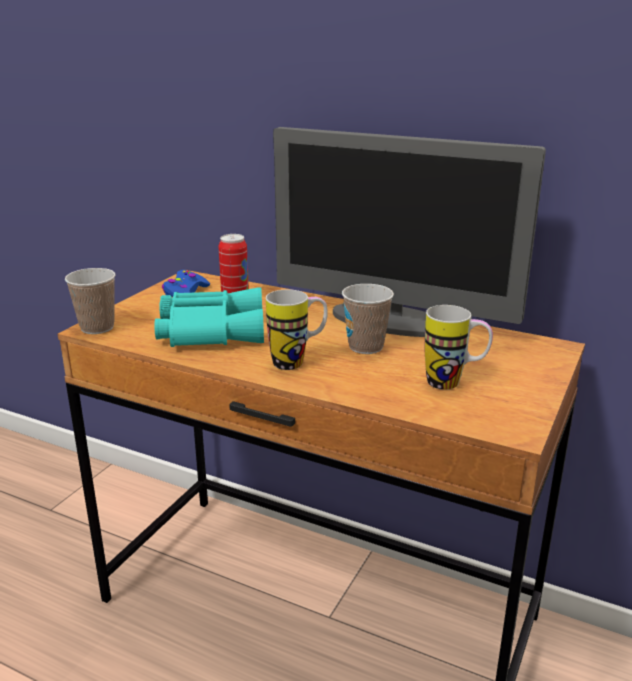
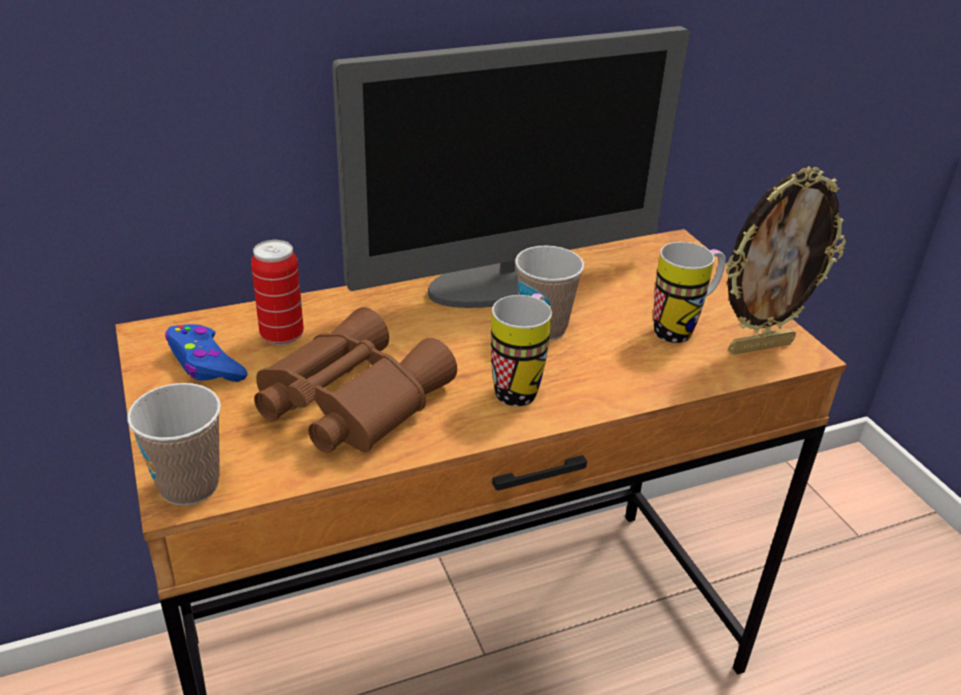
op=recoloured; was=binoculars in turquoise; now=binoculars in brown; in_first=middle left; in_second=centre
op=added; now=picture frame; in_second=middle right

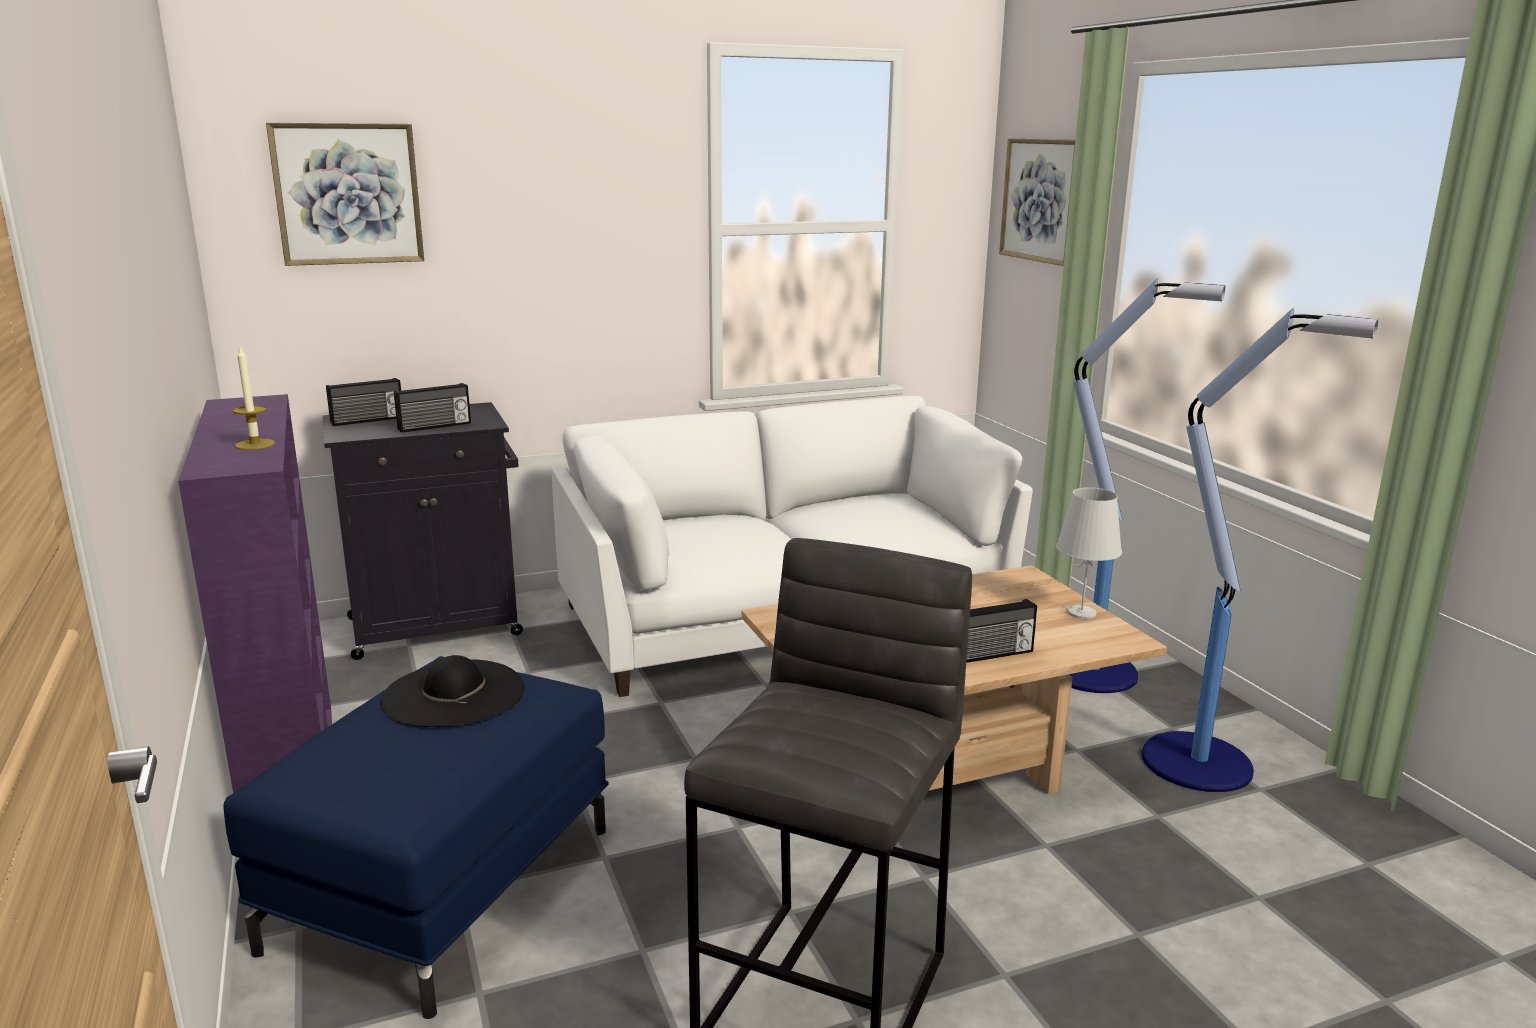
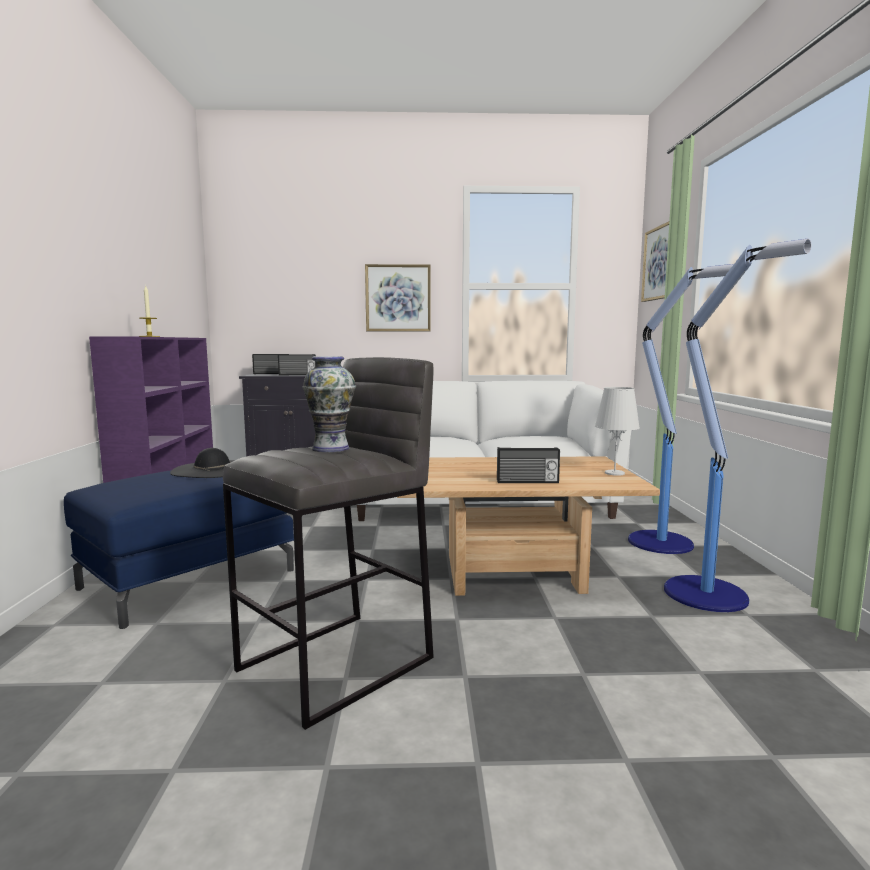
op=moved; was=picture (1st from left); in_first=top left; in_second=centre
op=added; now=vase; in_second=centre

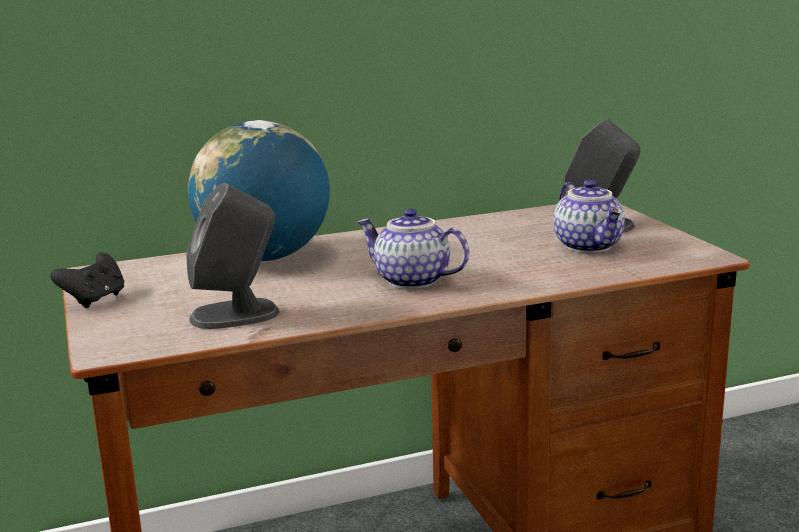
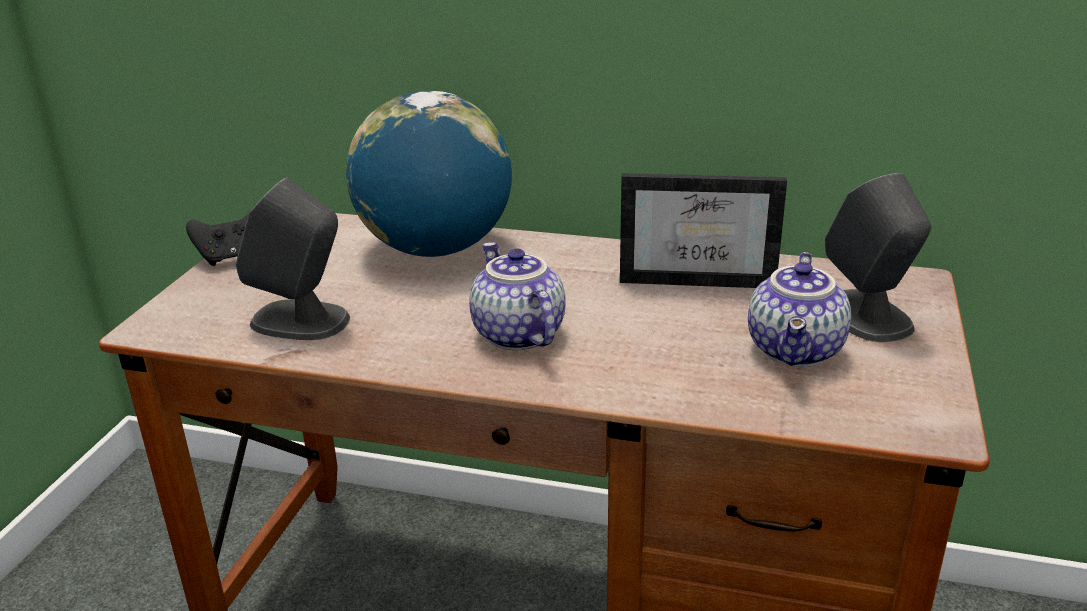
op=added; now=picture frame; in_second=centre

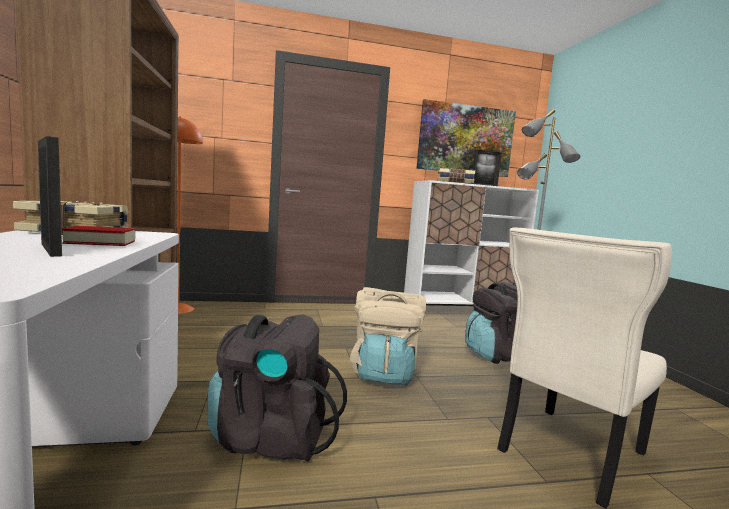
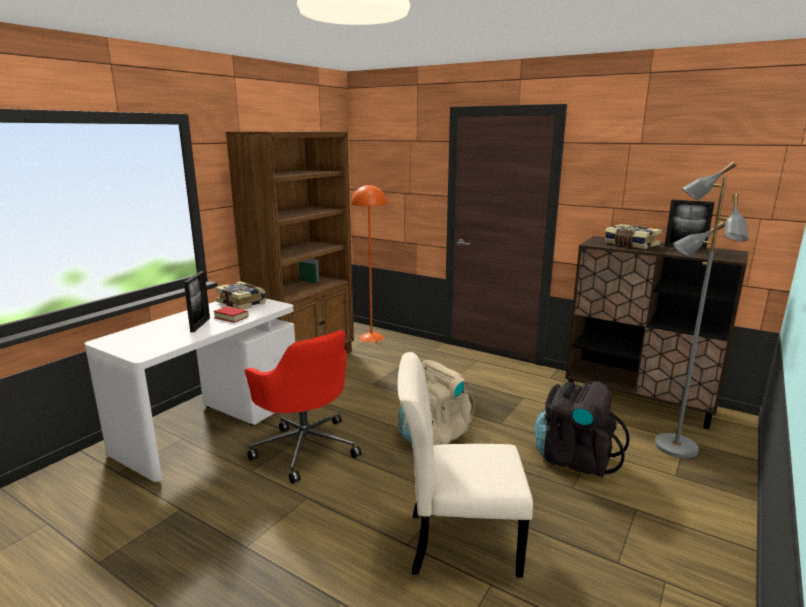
op=removed; was=picture; in_first=top centre
op=recoloured; was=cabinet in white; now=cabinet in brown; in_first=centre; in_second=middle right
op=replaced; was=backpack in black (1st from left); now=office chair in red; in_first=bottom centre; in_second=bottom centre

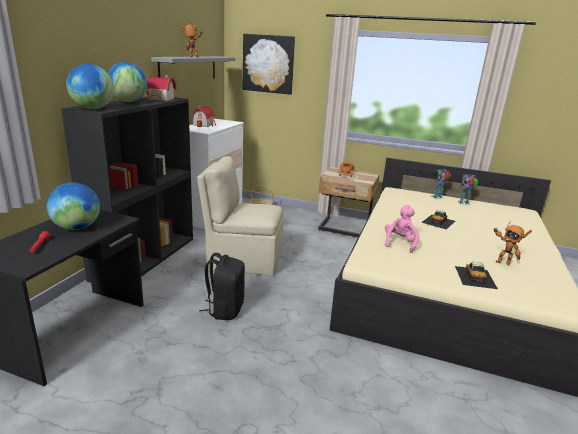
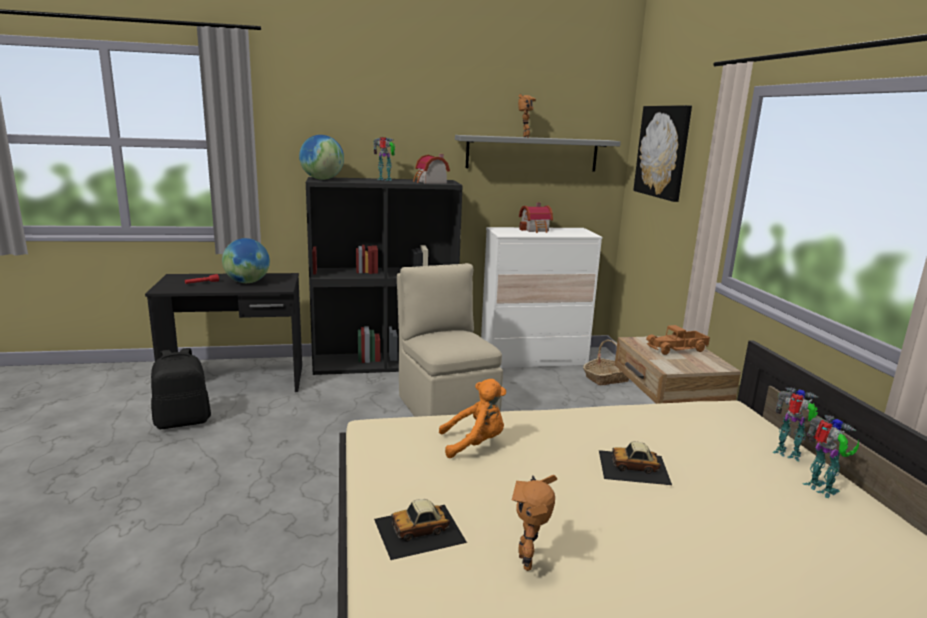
op=replaced; was=globe (3rd from left); now=toy robot (1st from left); in_first=top left; in_second=top centre
op=recoloured; was=plush toy in pink; now=plush toy in orange; in_first=middle right; in_second=bottom centre
op=moved; was=backpack in black; in_first=centre; in_second=middle left

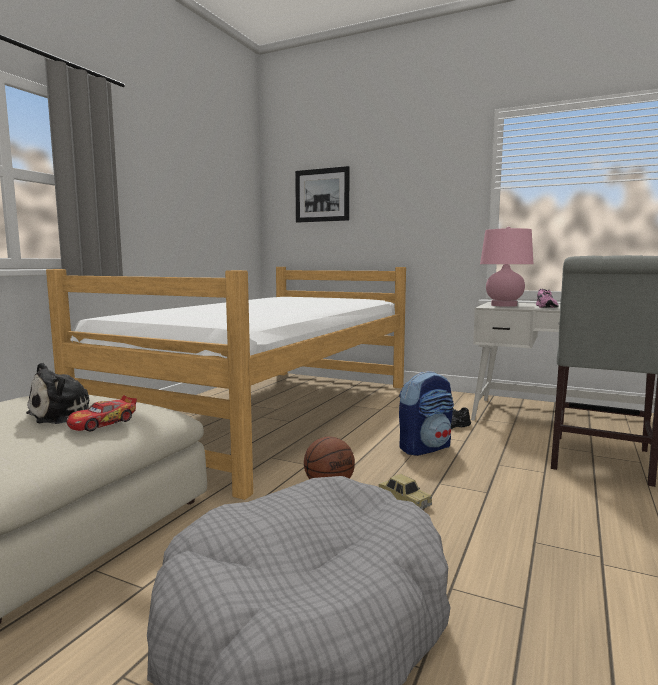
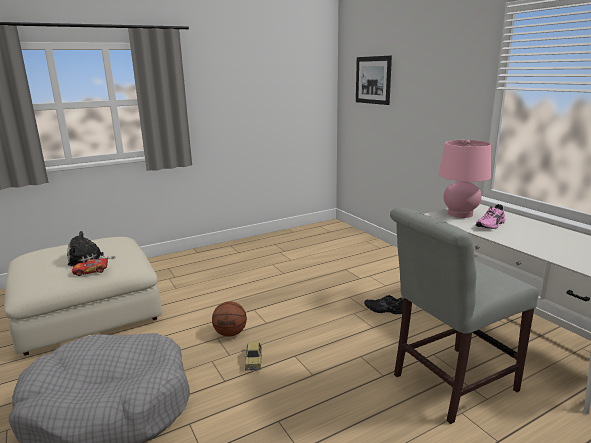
op=removed; was=bed; in_first=centre
op=removed; was=backpack; in_first=centre

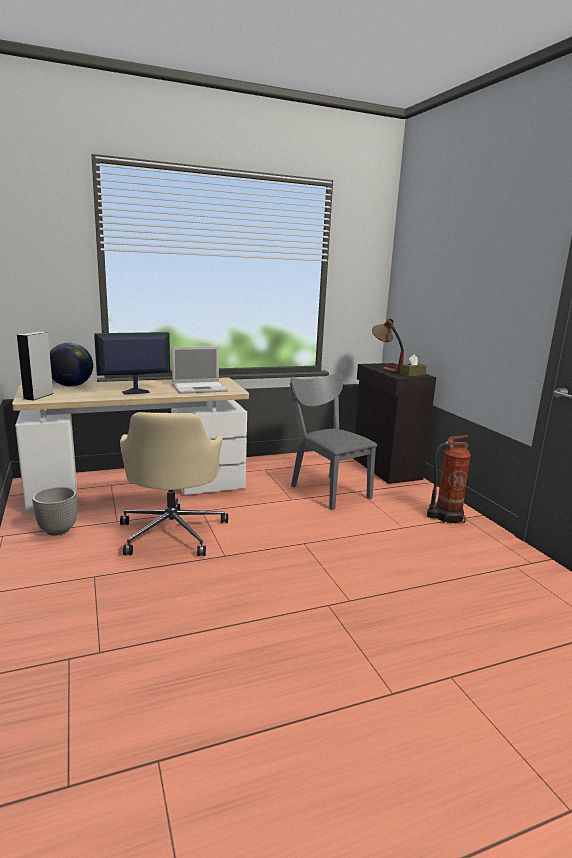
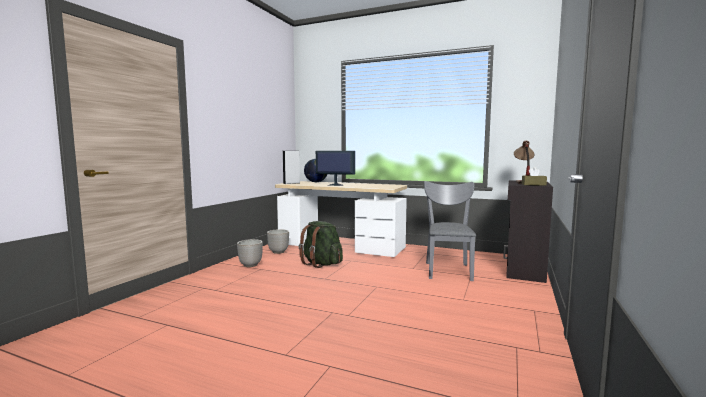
op=removed; was=laptop; in_first=centre
op=replaced; was=office chair in beige; now=backpack in green; in_first=middle left; in_second=centre
op=removed; was=fire extinguisher; in_first=middle right
op=added; now=planter (1st from left); in_second=centre

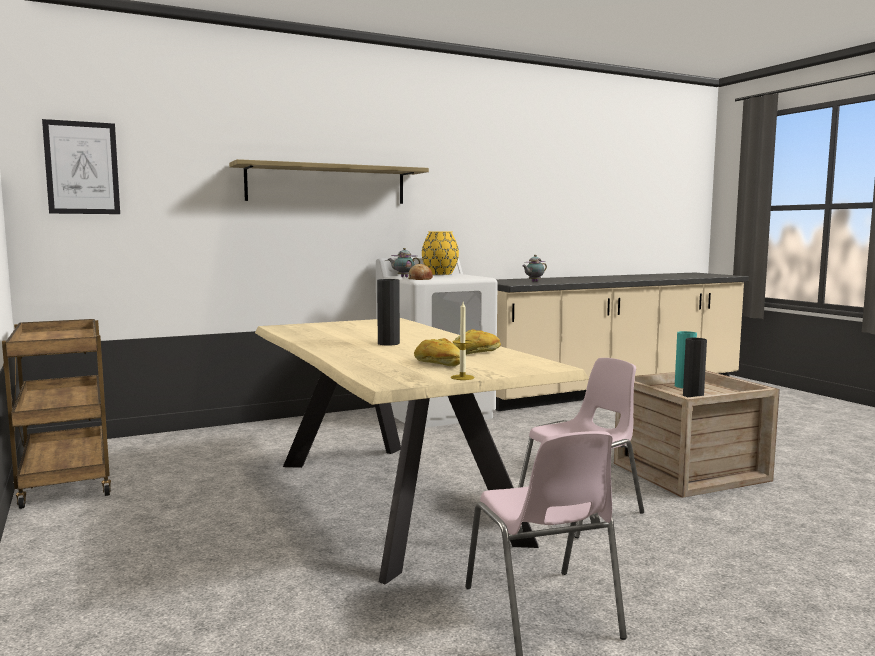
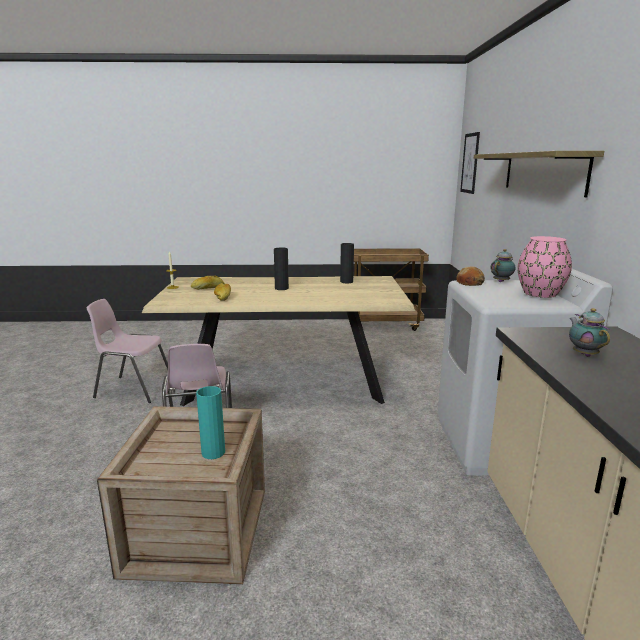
op=recoloured; was=vase in yellow; now=vase in pink; in_first=centre; in_second=middle right
op=moved; was=vase in black (2nd from left); in_first=middle right; in_second=centre

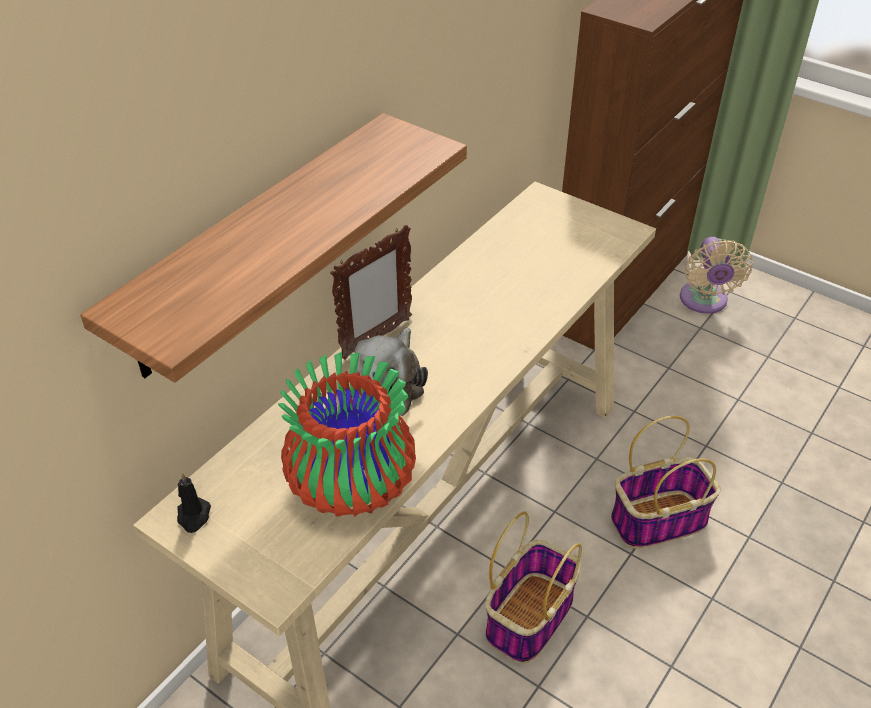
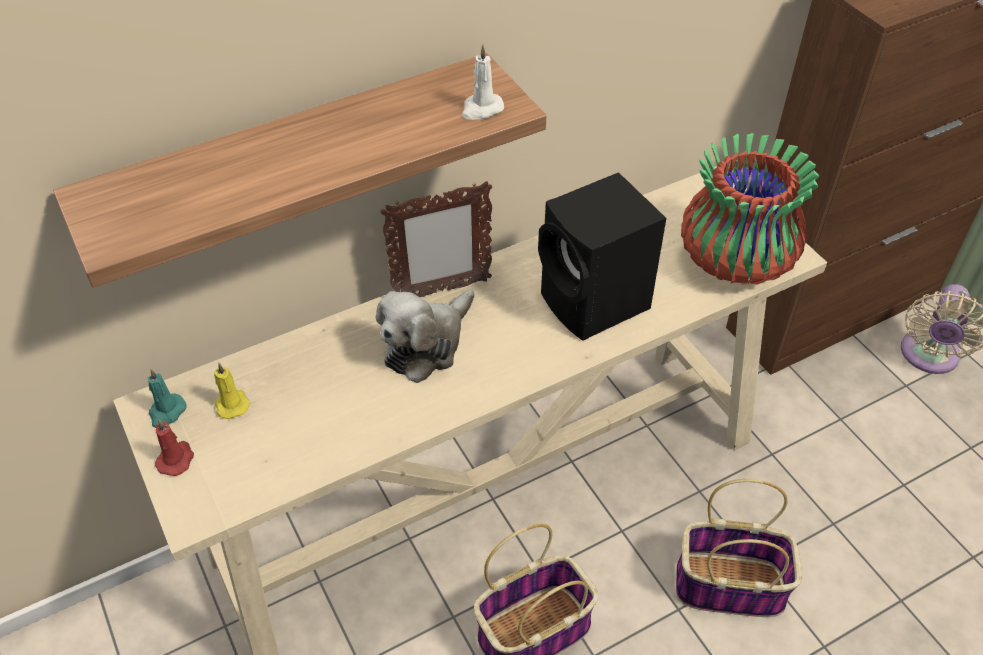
op=moved; was=vase; in_first=centre; in_second=top right
op=recoloured; was=candle in black; now=candle in turquoise; in_first=bottom left; in_second=middle left
op=added; now=candle in white; in_second=top centre
op=added; now=speaker in black; in_second=centre
op=added; now=candle in yellow; in_second=middle left
op=added; now=candle in red; in_second=bottom left

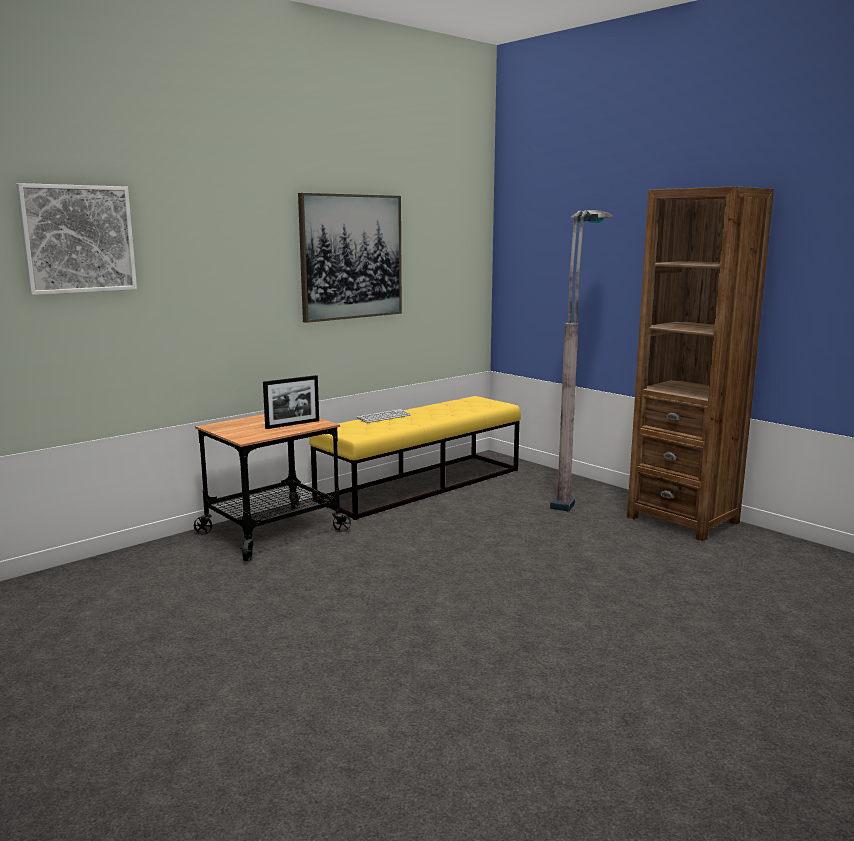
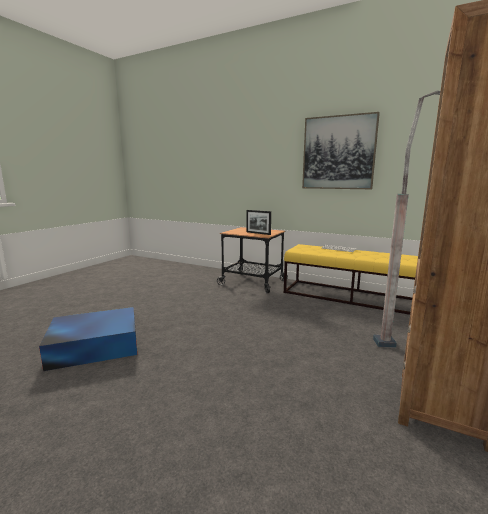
op=removed; was=picture (1st from left); in_first=top left
op=added; now=storage box in blue; in_second=middle left

